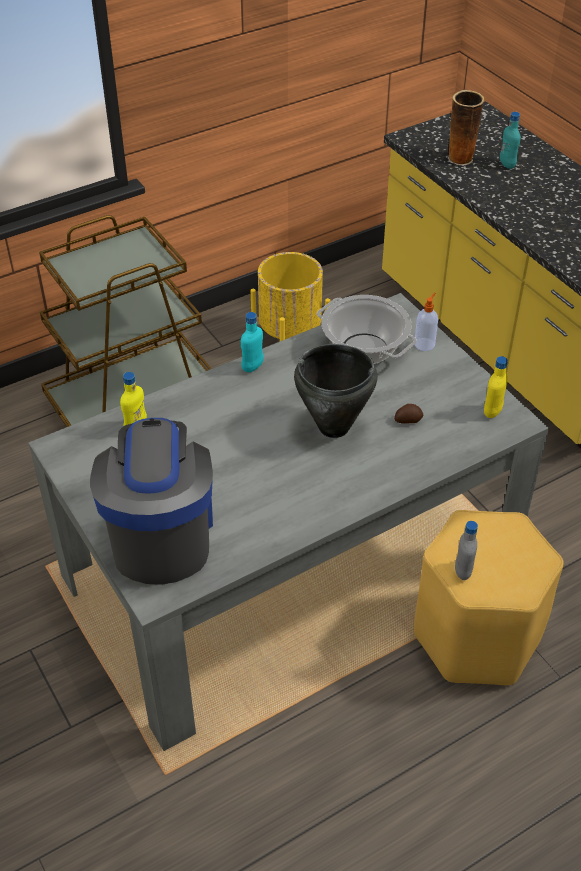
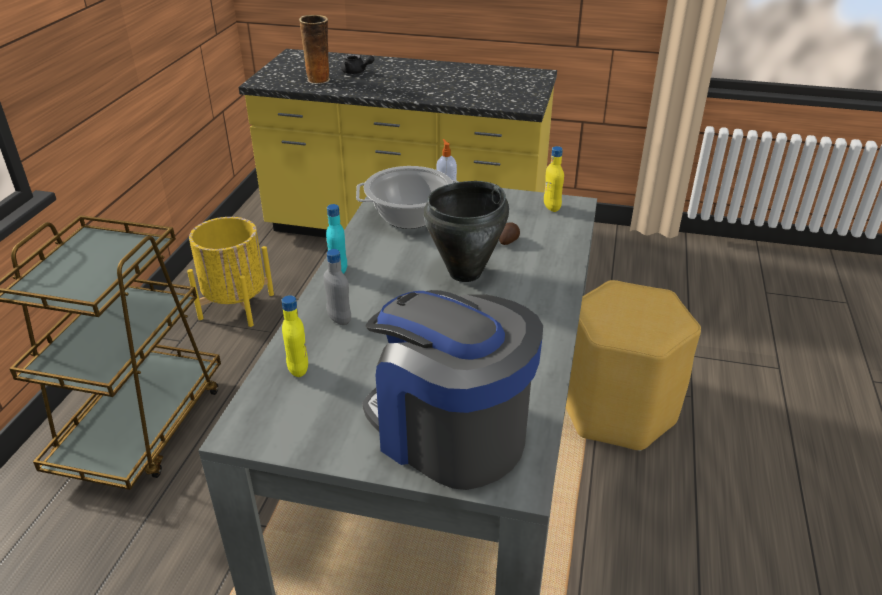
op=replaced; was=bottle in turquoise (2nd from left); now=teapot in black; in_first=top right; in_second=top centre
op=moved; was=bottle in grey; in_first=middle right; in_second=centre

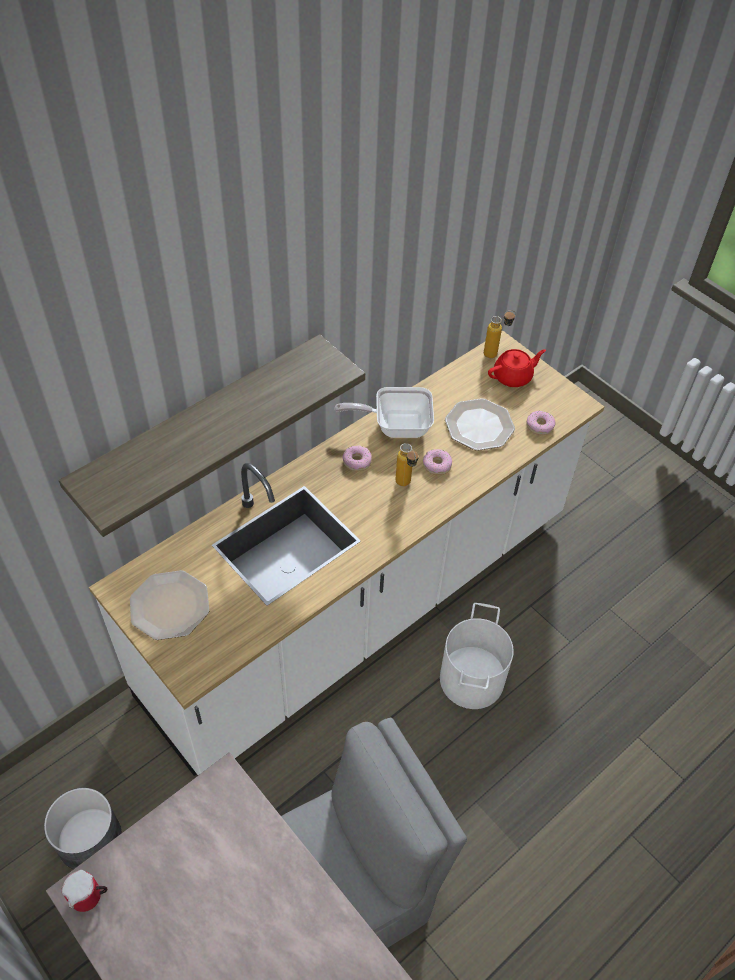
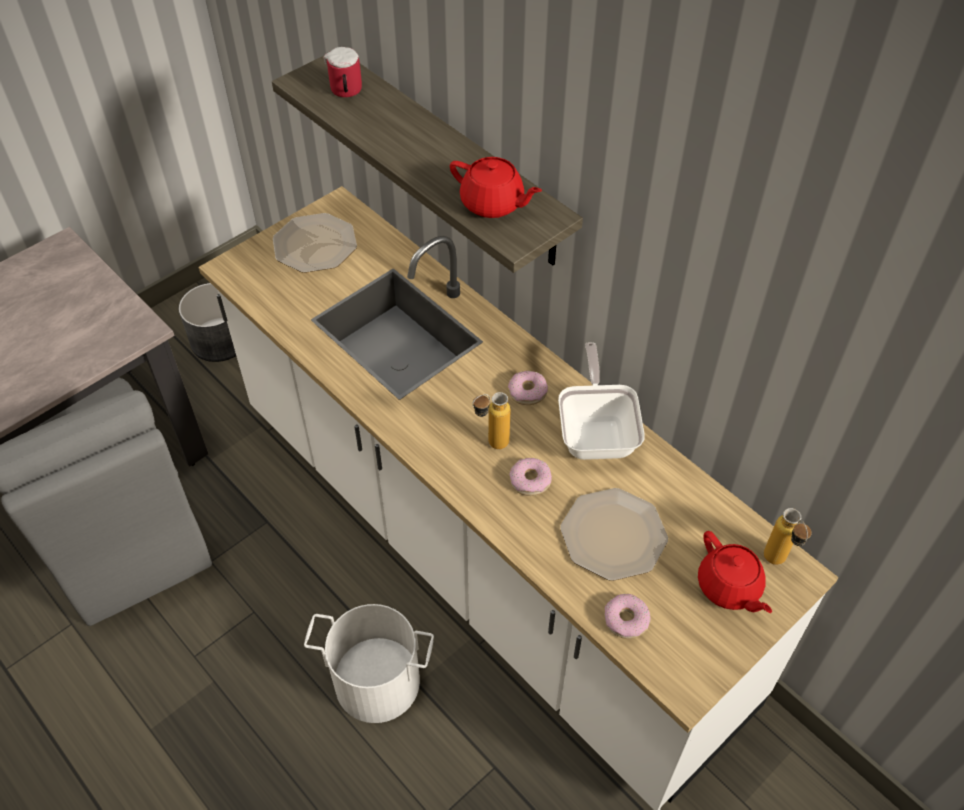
op=moved; was=mug; in_first=bottom left; in_second=top centre
op=added; now=teapot in red (1st from left); in_second=top centre

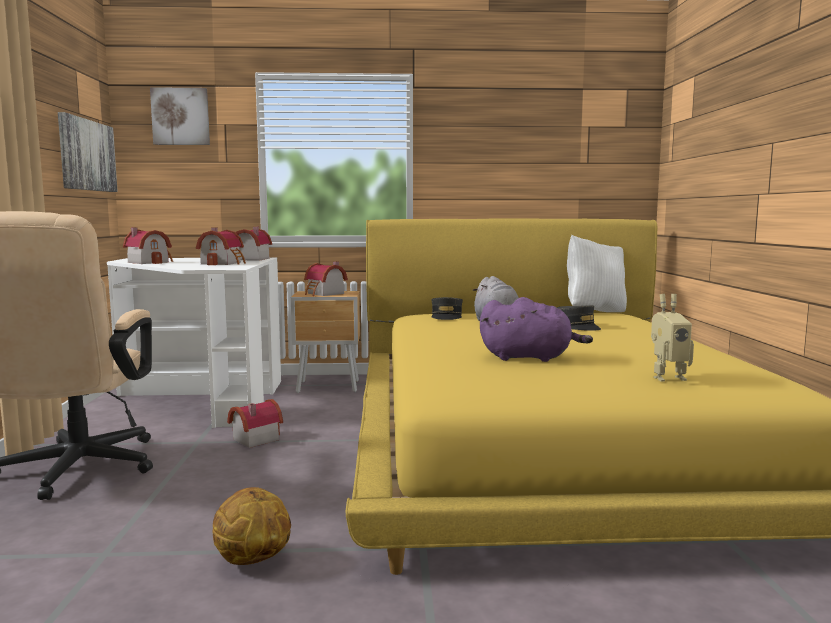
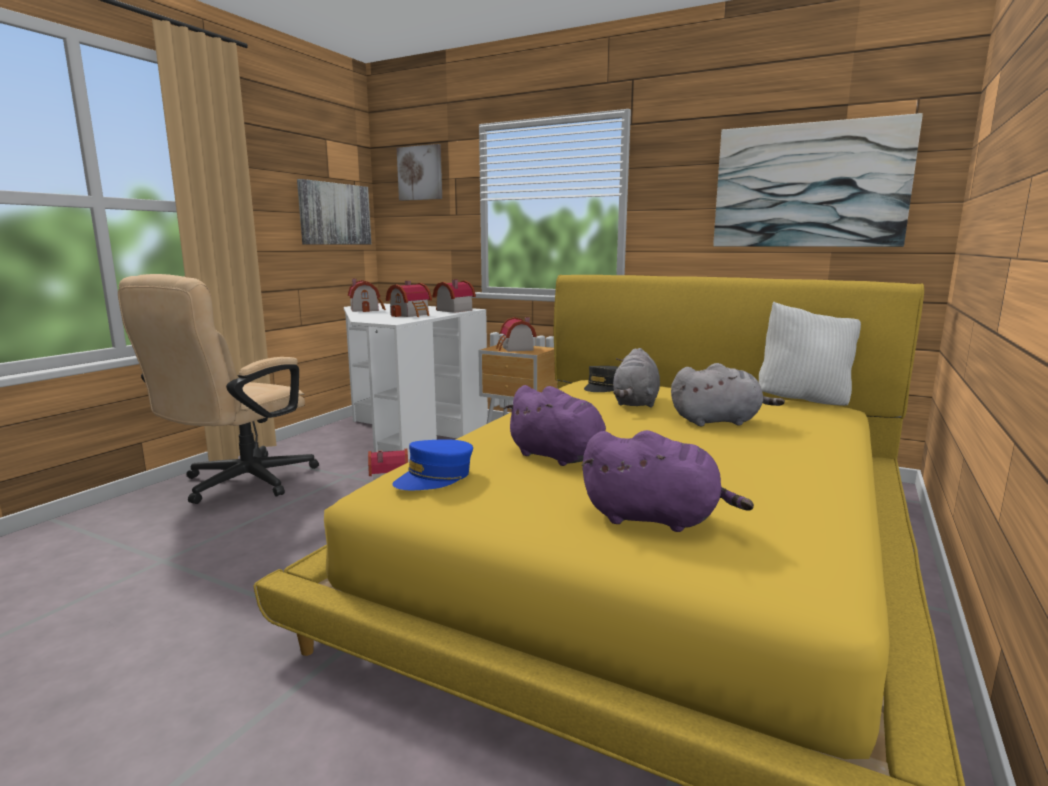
op=replaced; was=toy robot; now=plush toy in purple (2nd from left); in_first=middle right; in_second=centre
op=replaced; was=cap in grey (2nd from left); now=plush toy in grey (2nd from left); in_first=middle right; in_second=middle right
op=removed; was=basketball; in_first=bottom left
op=added; now=picture (3rd from left); in_second=top right
op=added; now=cap in blue; in_second=centre

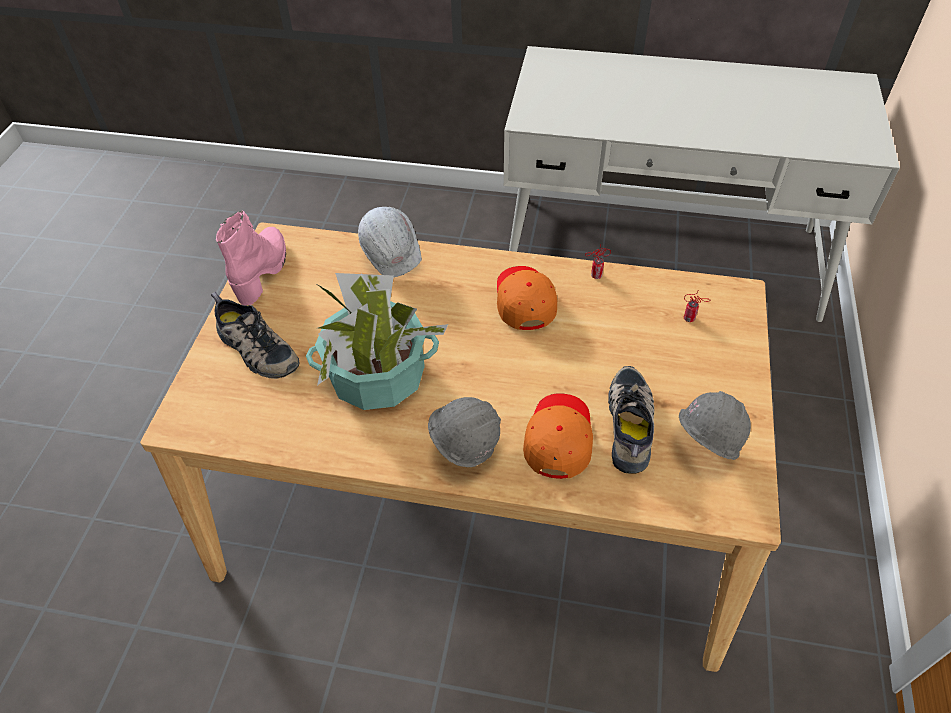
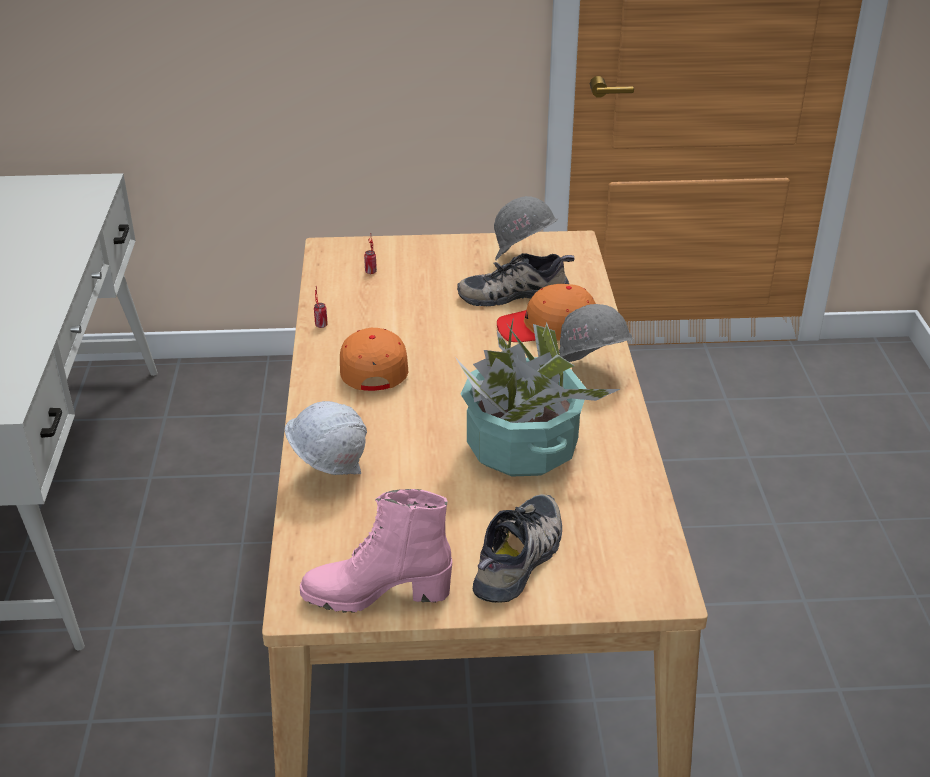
op=turned; was=cap in orange (1st from left); in_first=centre; in_second=centre; clockwise=105

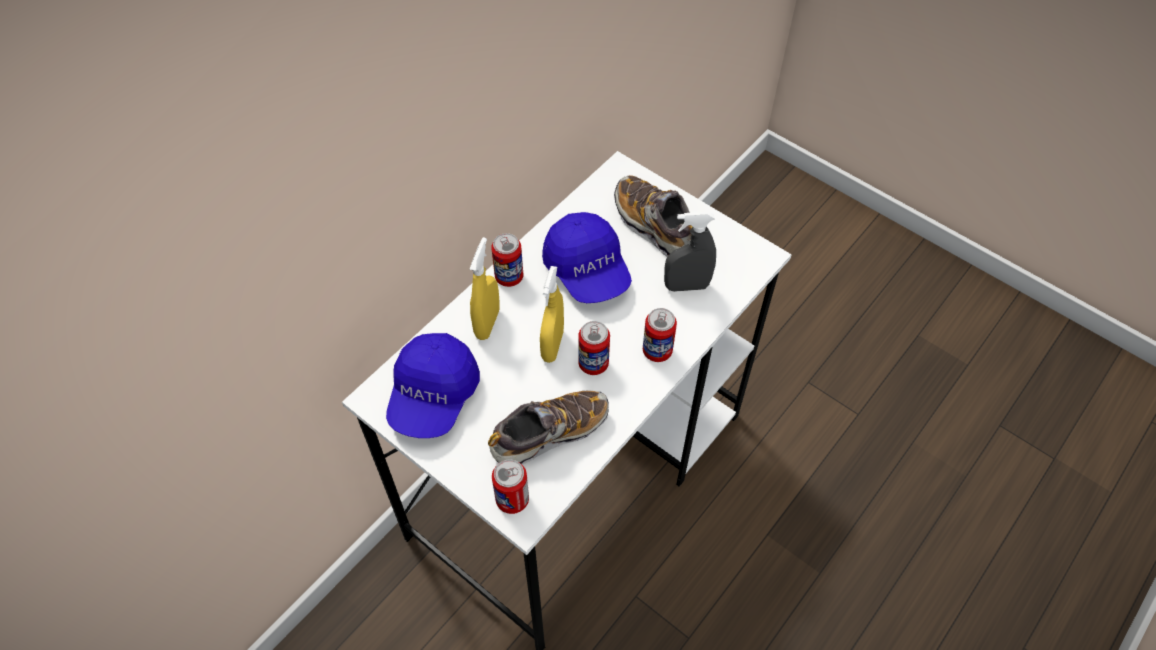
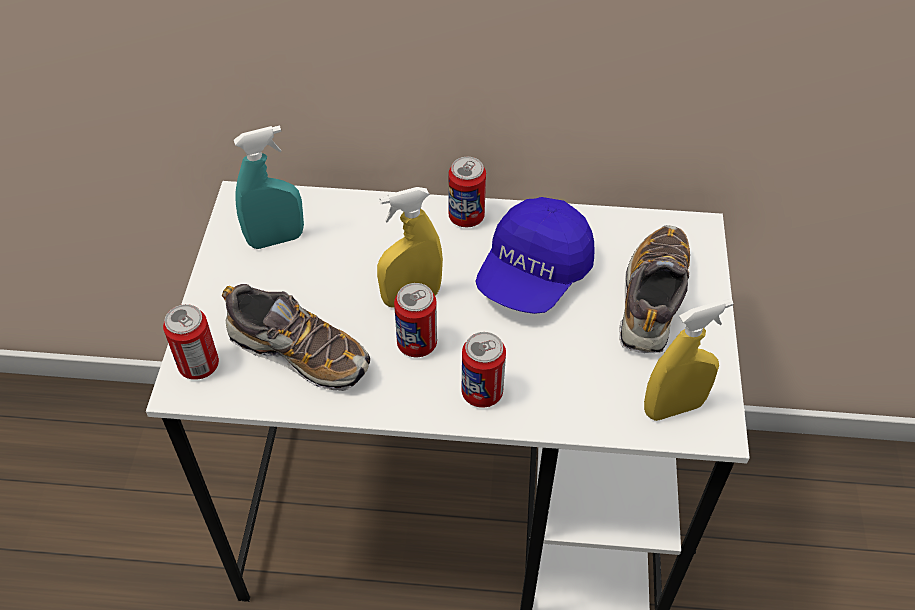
op=removed; was=spray bottle in grey; in_first=centre
op=moved; was=spray bottle in yellow (1st from left in the first image); now=spray bottle in yellow (2nd from left); in_first=centre; in_second=middle right
op=replaced; was=cap in blue (1st from left); now=spray bottle in turquoise; in_first=centre; in_second=top left

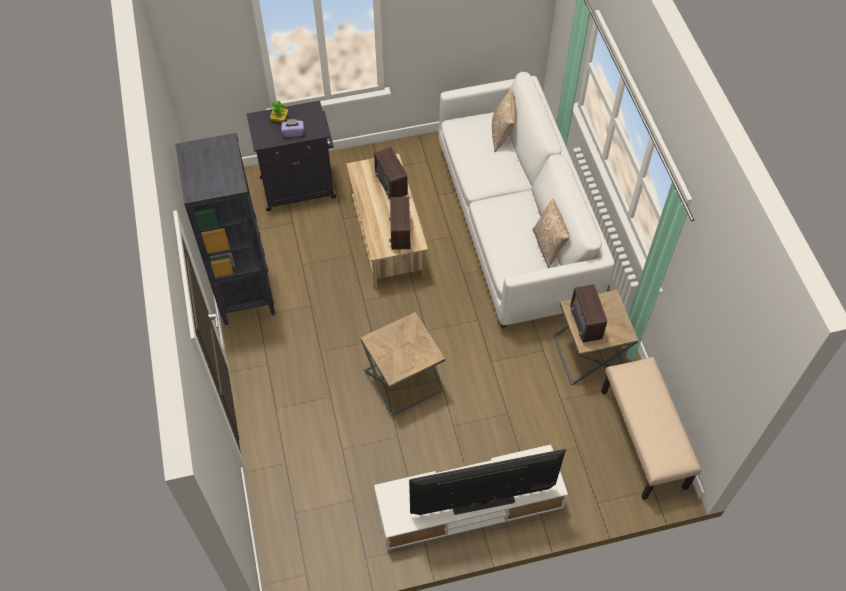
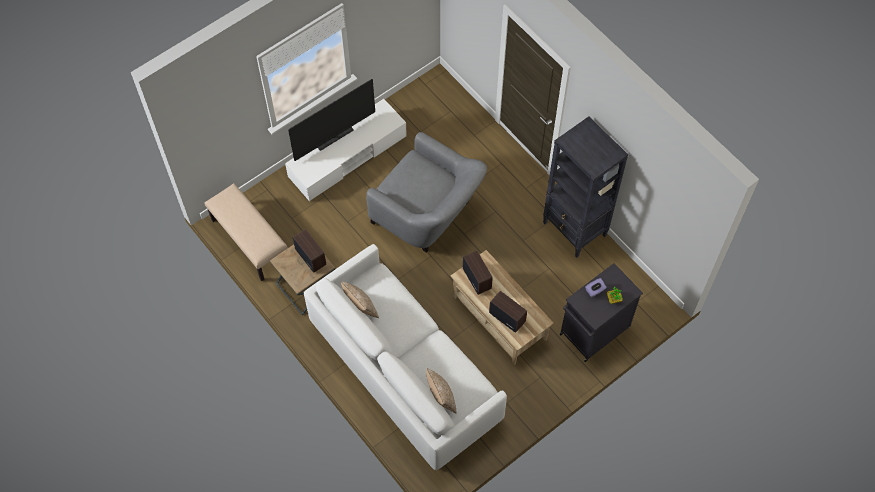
op=replaced; was=side table in brown (1st from left); now=armchair in grey; in_first=centre; in_second=centre

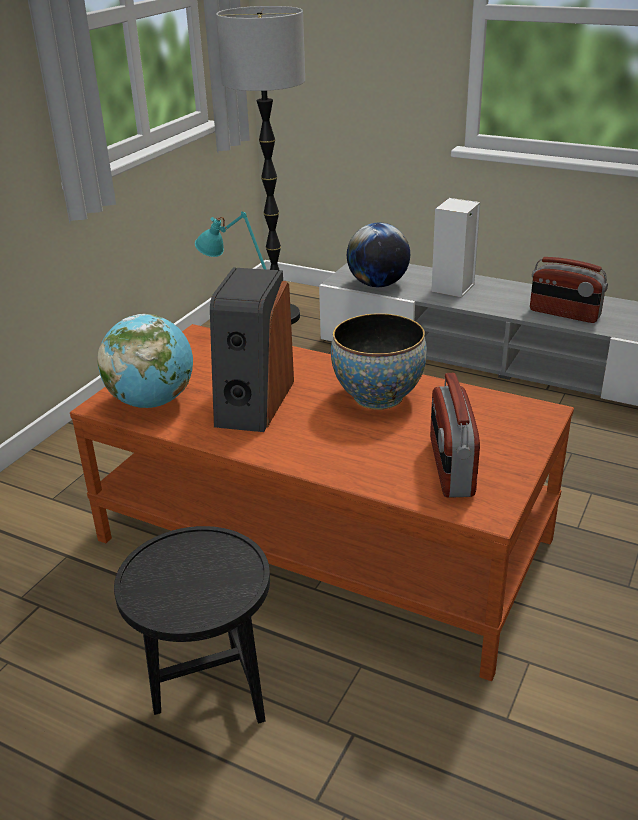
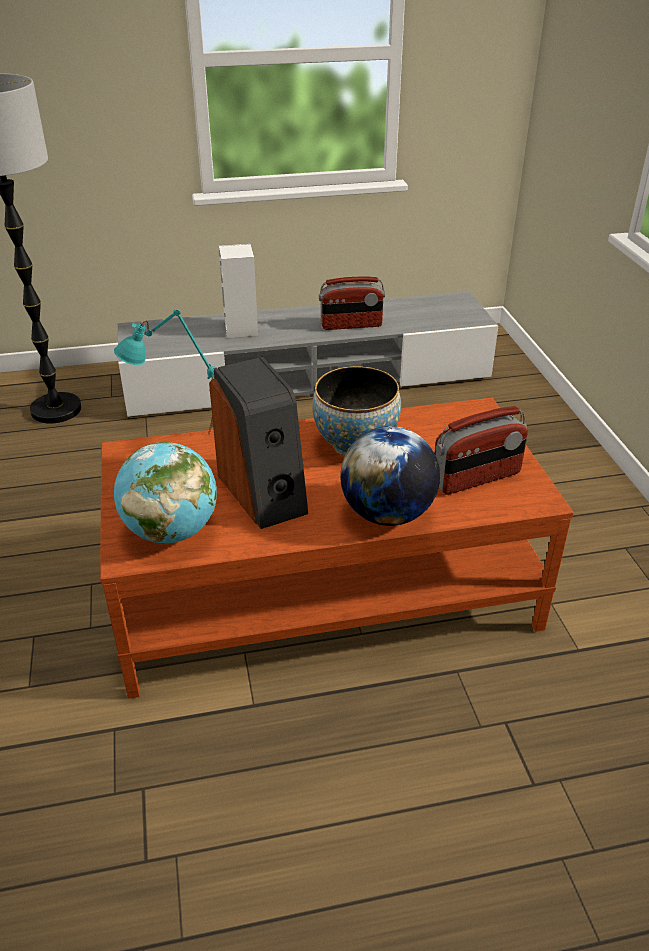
op=moved; was=globe (2nd from left); in_first=top centre; in_second=centre
op=turned; was=radio (1st from left in the first image); in_first=middle right; in_second=middle right; clockwise=-75
op=removed; was=side table in black; in_first=bottom left

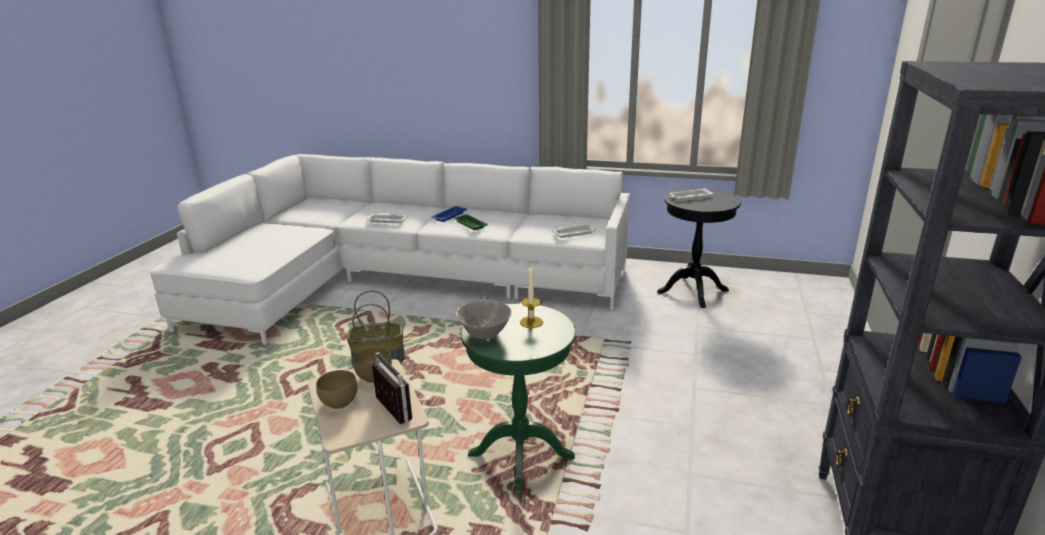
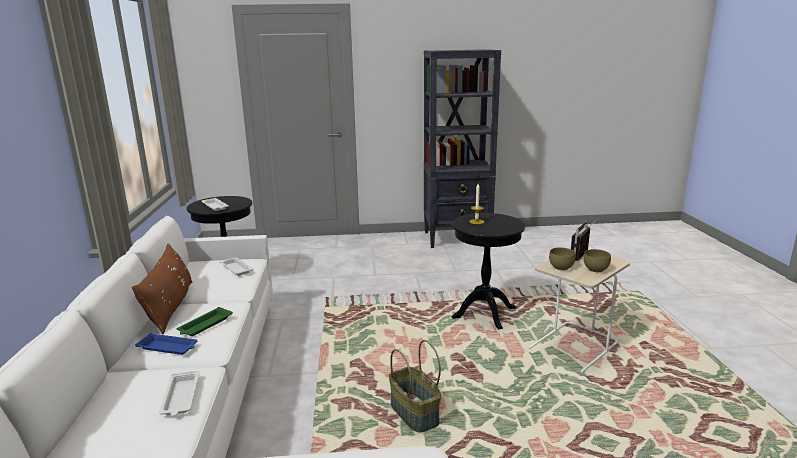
op=removed; was=bowl in grey; in_first=centre
op=recoloured; was=side table in green; now=side table in black (2nd from left); in_first=bottom centre; in_second=centre
op=added; now=pillow in brown; in_second=middle left

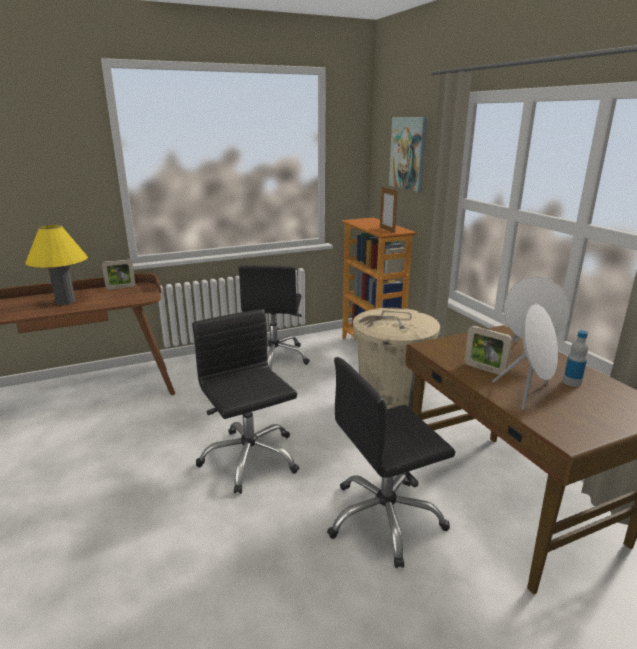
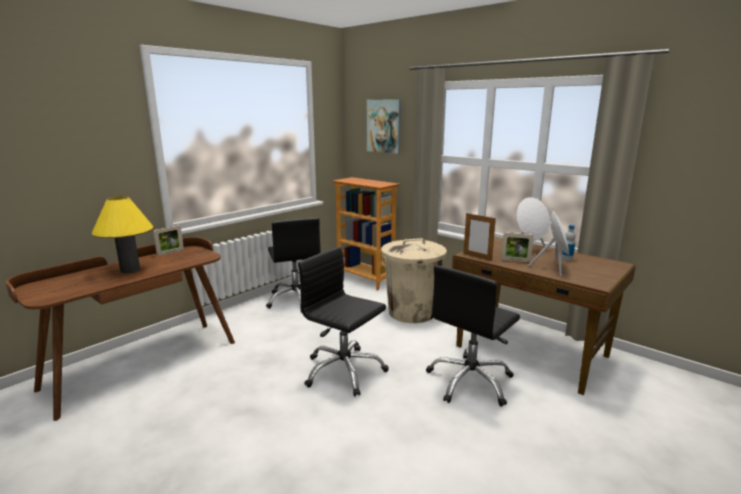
op=moved; was=picture frame (2nd from left); in_first=top centre; in_second=centre

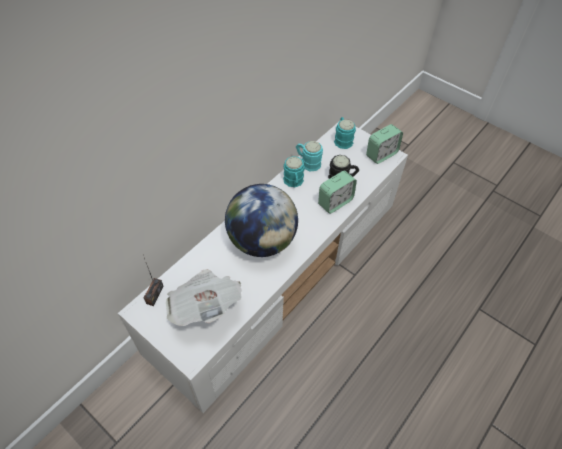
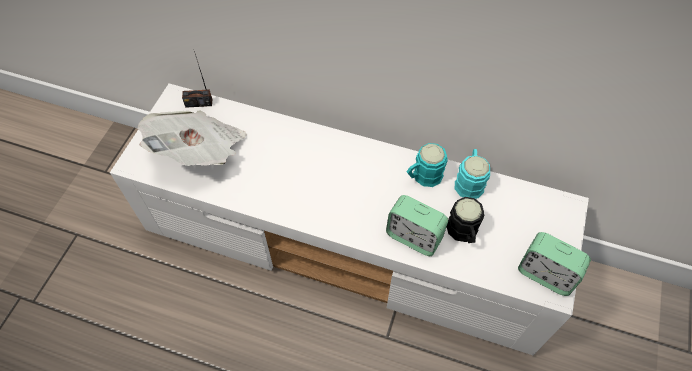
op=removed; was=mug in turquoise (3rd from left); in_first=top centre
op=removed; was=globe; in_first=centre

